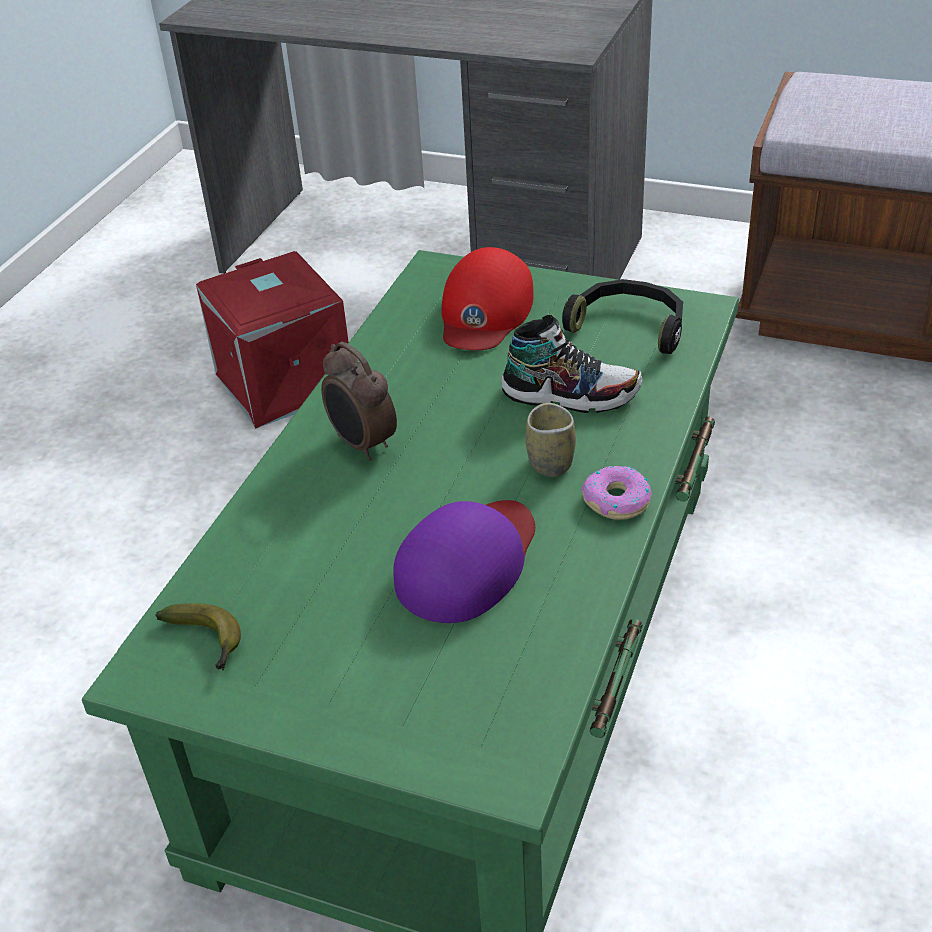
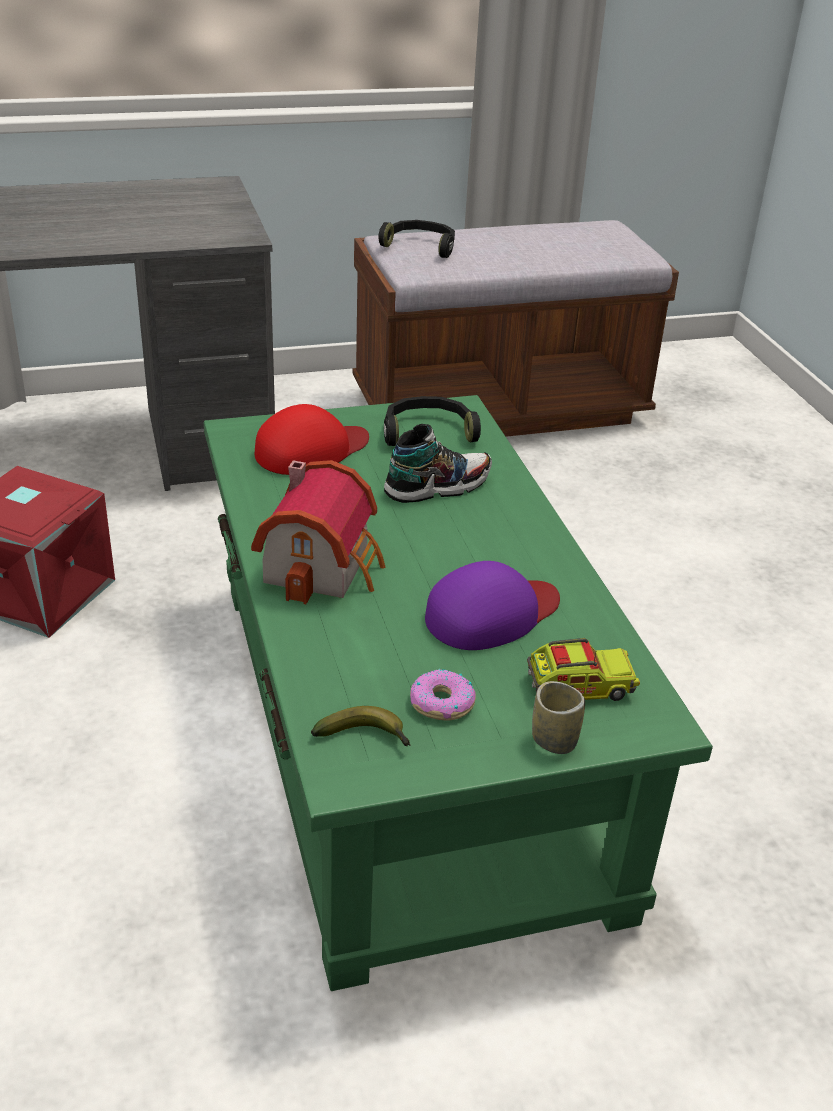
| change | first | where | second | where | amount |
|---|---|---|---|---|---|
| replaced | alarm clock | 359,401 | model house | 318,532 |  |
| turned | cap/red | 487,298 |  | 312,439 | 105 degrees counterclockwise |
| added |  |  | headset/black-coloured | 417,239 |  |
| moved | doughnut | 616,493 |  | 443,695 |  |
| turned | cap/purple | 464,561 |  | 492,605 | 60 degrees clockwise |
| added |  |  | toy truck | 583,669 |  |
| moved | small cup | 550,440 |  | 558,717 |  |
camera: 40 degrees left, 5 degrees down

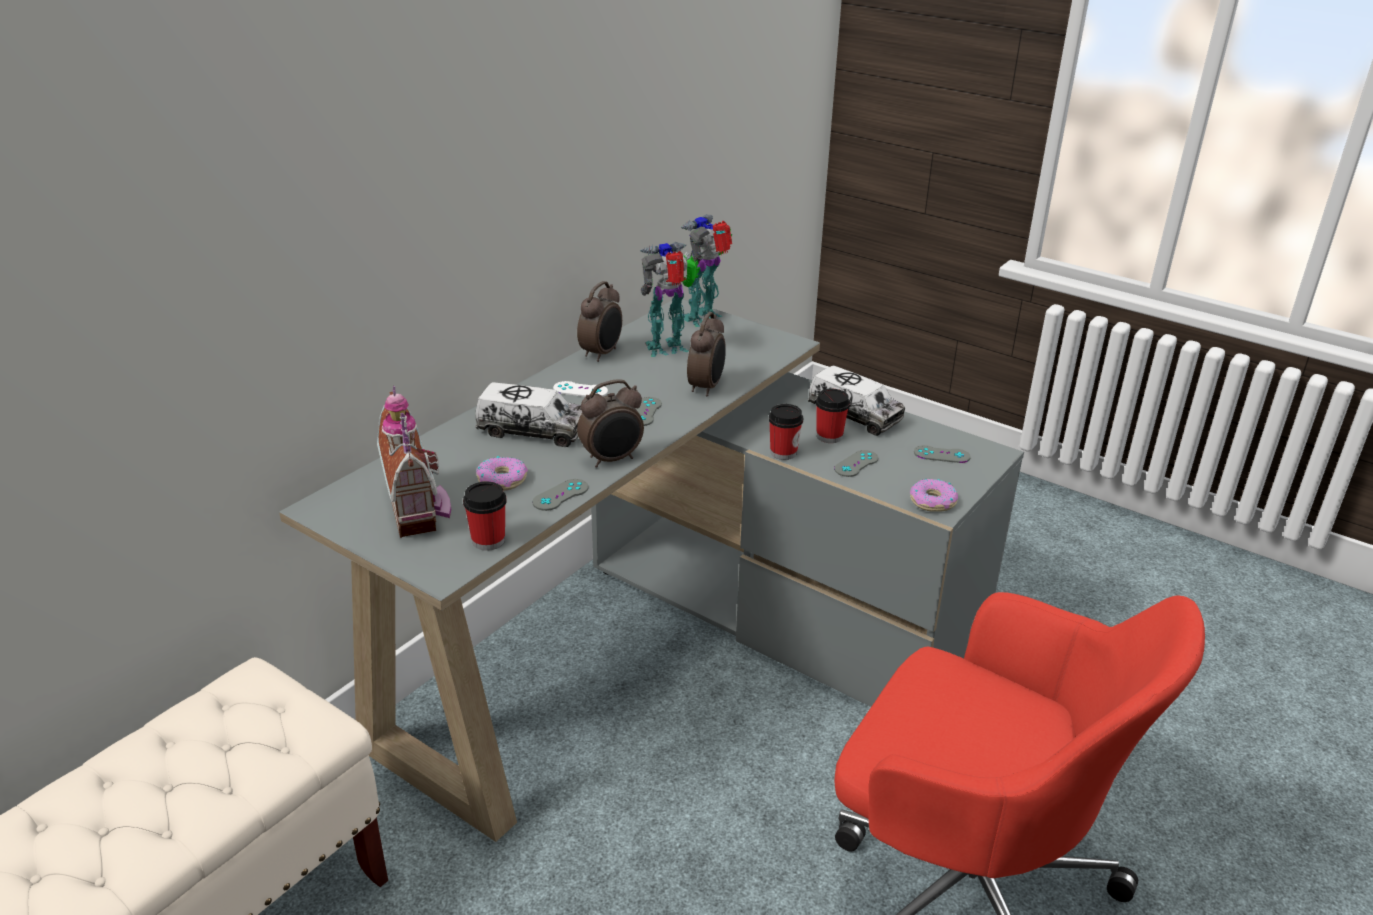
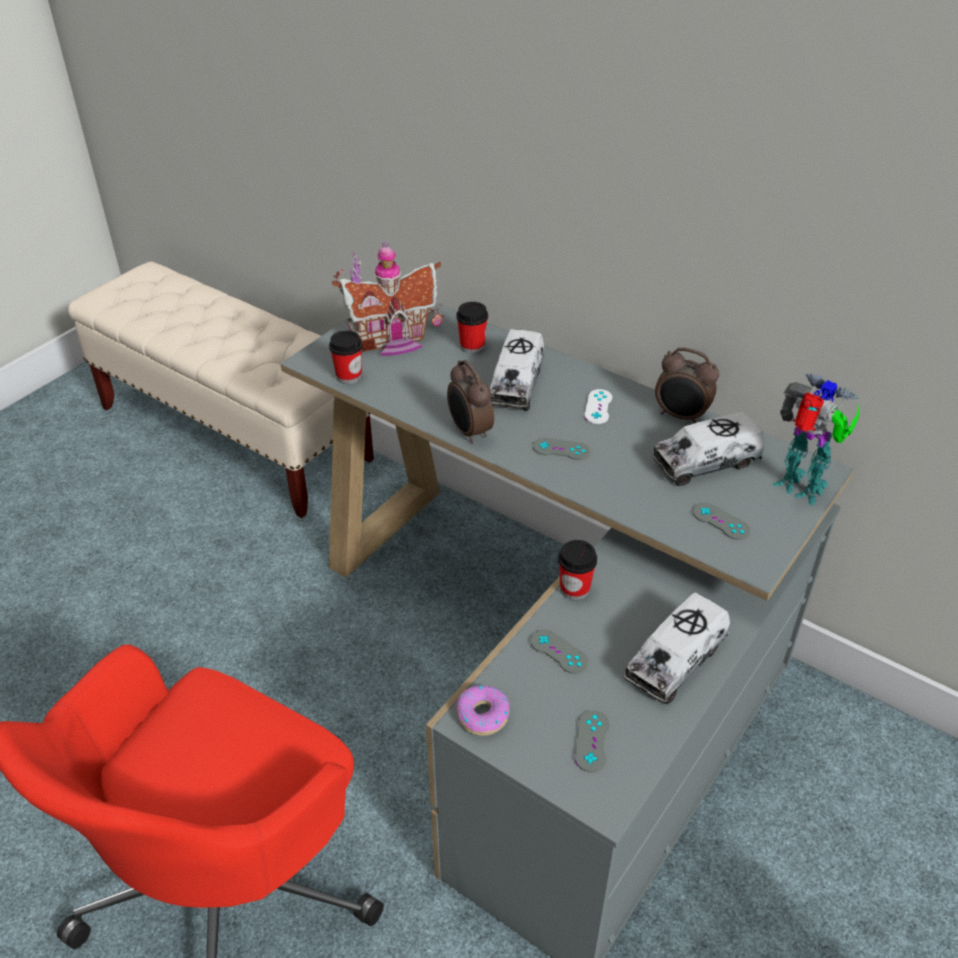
| change | first | where | second | where | amount |
|---|---|---|---|---|---|
| moved | small cup | 833,416 |  | 472,328 |  |
| replaced | robot figure | 670,299 | toy truck | 708,449 |  |
| moved | joypad/grey | 560,495 |  | 722,521 |  |
| removed | doughnut | 502,473 |  |  |  |
| removed | alarm clock | 706,354 |  |  |  |
camera: 90 degrees right, 10 degrees up

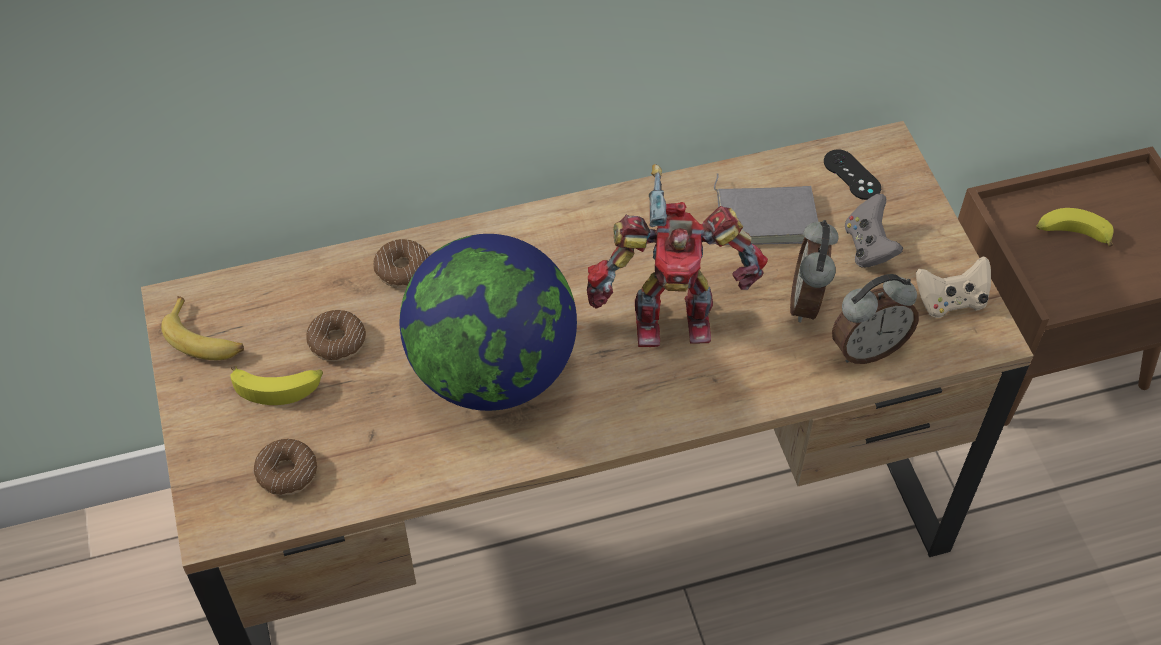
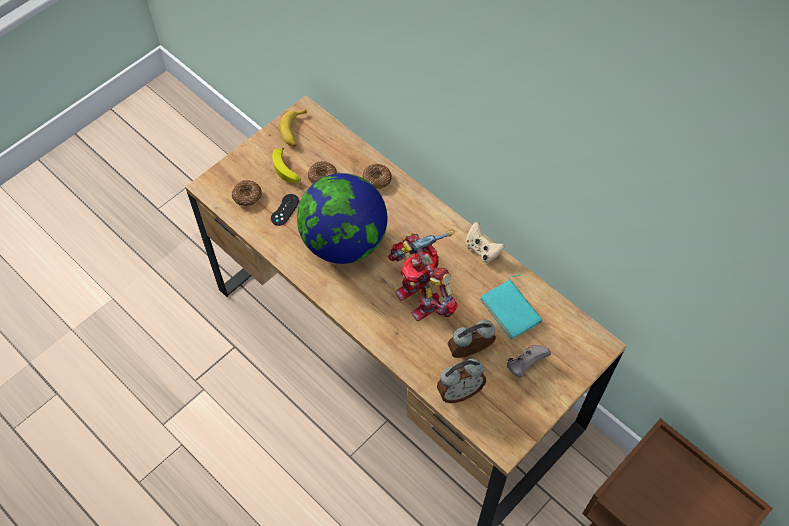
| change | first | where | second | where | amount |
|---|---|---|---|---|---|
| moved | joypad/black-coloured | 852,174 |  | 285,210 |  |
| turned | alarm clock | 875,319 |  | 461,381 | 60 degrees counterclockwise |
| moved | joypad/beige | 953,287 |  | 485,242 |  |
| recoloured | bound book/grey | 766,209 | bound book/turquoise-coloured | 511,307 |  |
| removed | whole banana | 1075,227 |  |  |  |
camera: 60 degrees right, 5 degrees up

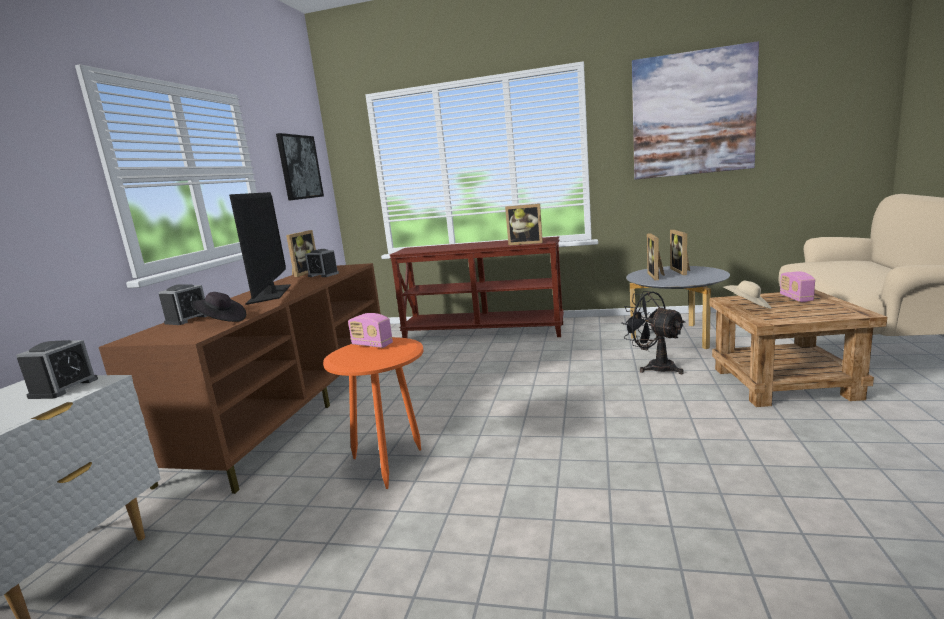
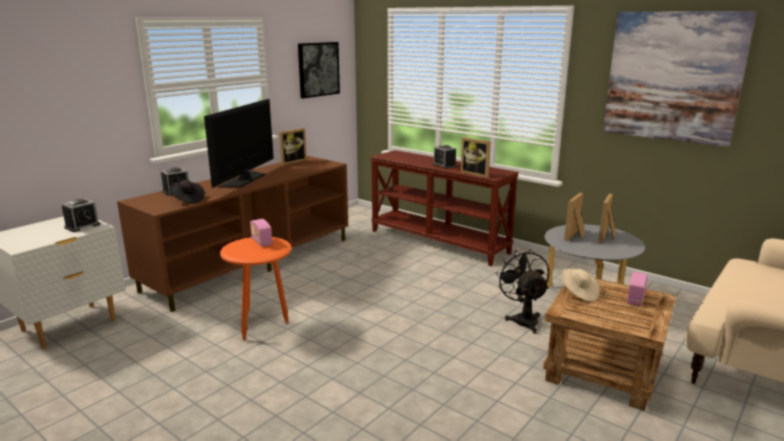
| change | first | where | second | where | amount |
|---|---|---|---|---|---|
| moved | alarm clock | 322,263 |  | 444,157 |  |
camera: 25 degrees right, 5 degrees up

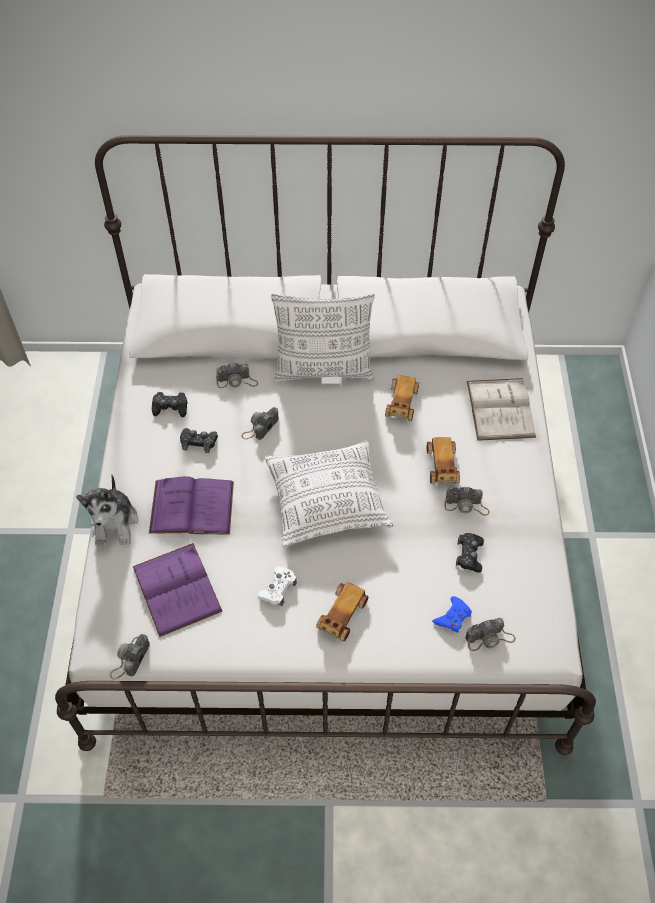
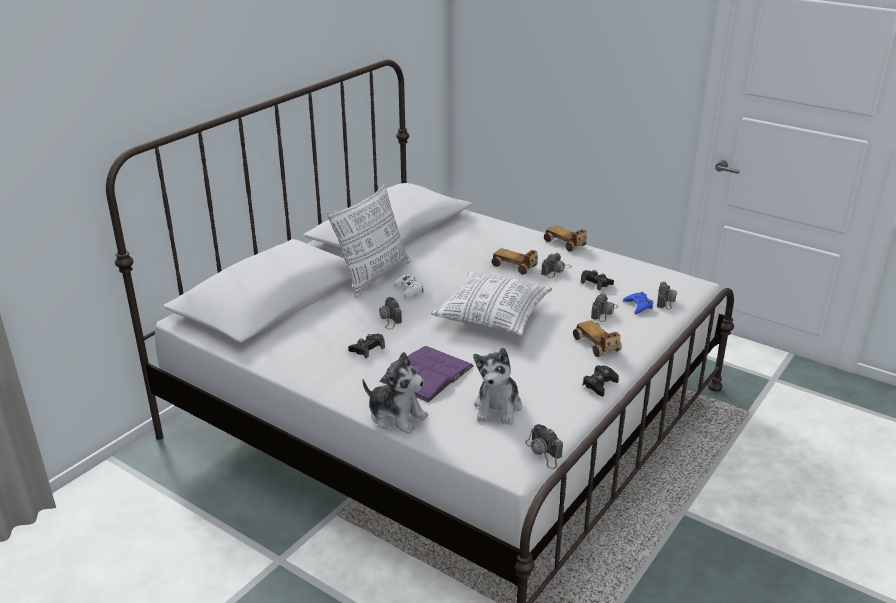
| change | first | where | second | where | amount |
|---|---|---|---|---|---|
| moved | joypad/whitish | 277,586 |  | 408,286 |  |
| replaced | bound book/purple | 178,590 | plush toy | 497,386 |  |
| moved | toy car | 402,398 |  | 565,238 |  |
| moved | joypad/black-coloured | 170,404 |  | 601,381 |  |
| moved | still camera | 237,375 |  | 604,307 |  |
| removed | bound book/whitish | 501,409 |  |  |  |
camera: 55 degrees left, 25 degrees down

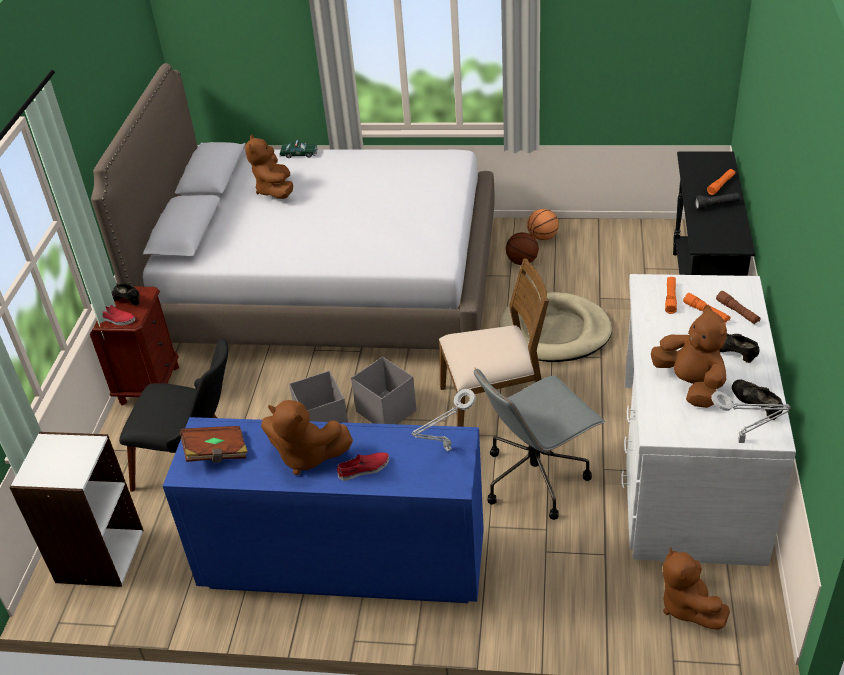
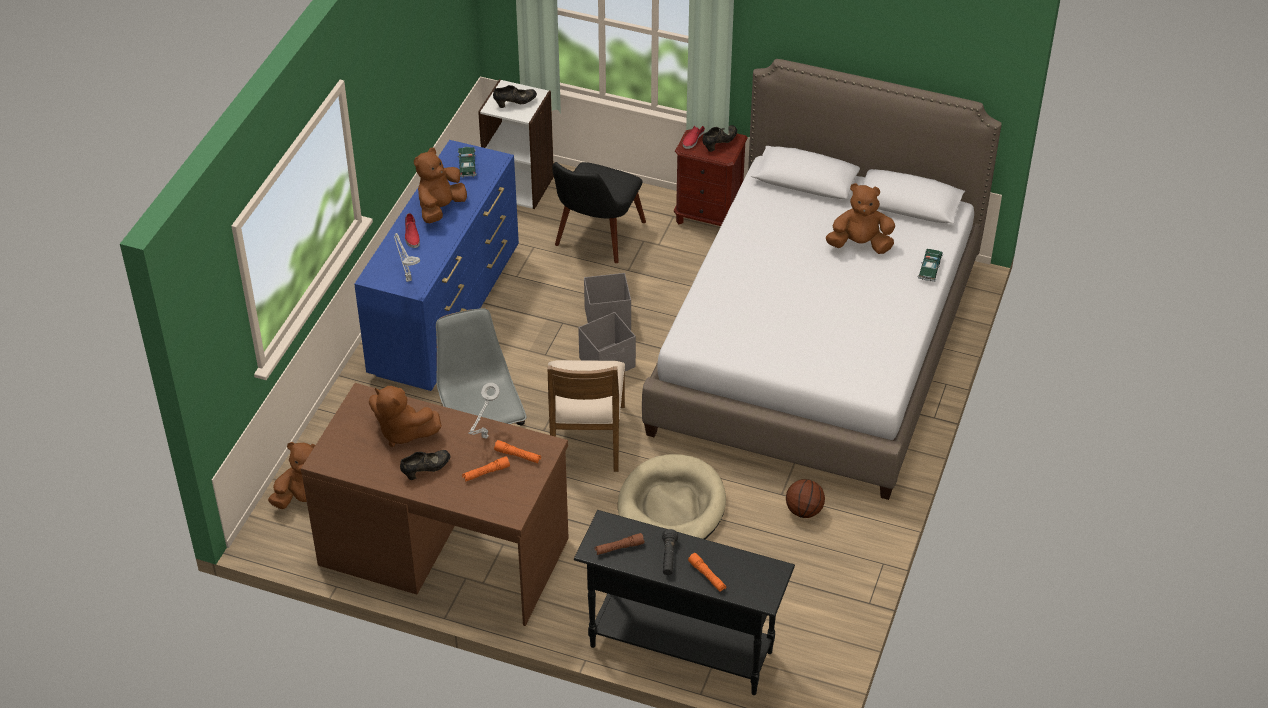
| change | first | where | second | where | amount |
|---|---|---|---|---|---|
| recoloured | desk/whitish | 708,420 | desk/brown-coloured | 435,504 |  |
| turned | plush toy/brown-coloured | 689,356 |  | 405,416 | 45 degrees clockwise |
| replaced | bound book/brown-coloured | 214,444 | toy car | 467,162 |  |
| moved | lamp for a table/grey | 751,417 |  | 484,411 |  |
| moved | low shoe/black-coloured | 758,400 |  | 515,96 |  |
| moved | torch/brown-coloured | 738,307 |  | 619,544 |  |
| removed | ball for basketball | 543,224 |  |  |  |
camera: 100 degrees right, 5 degrees up

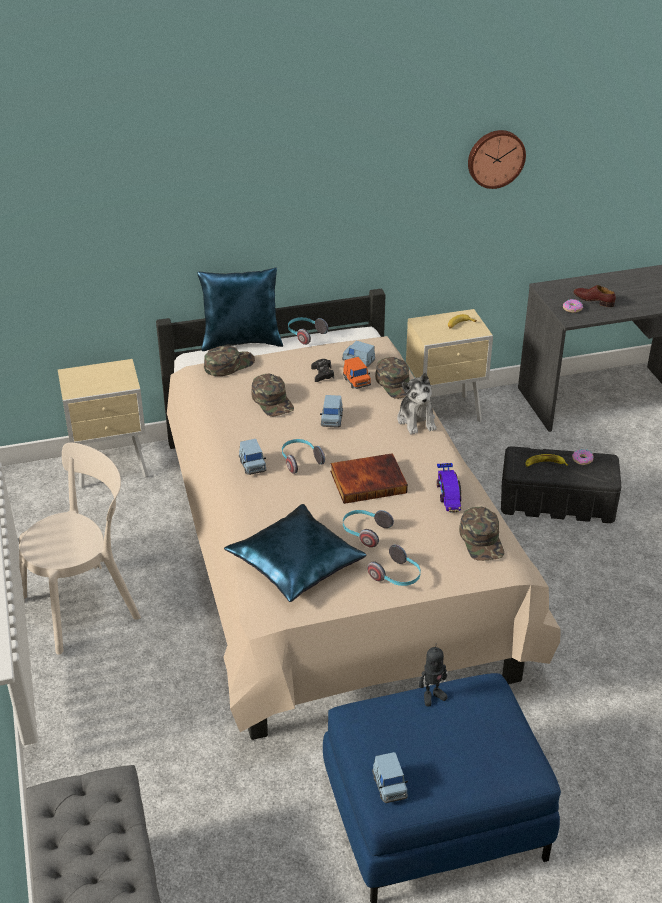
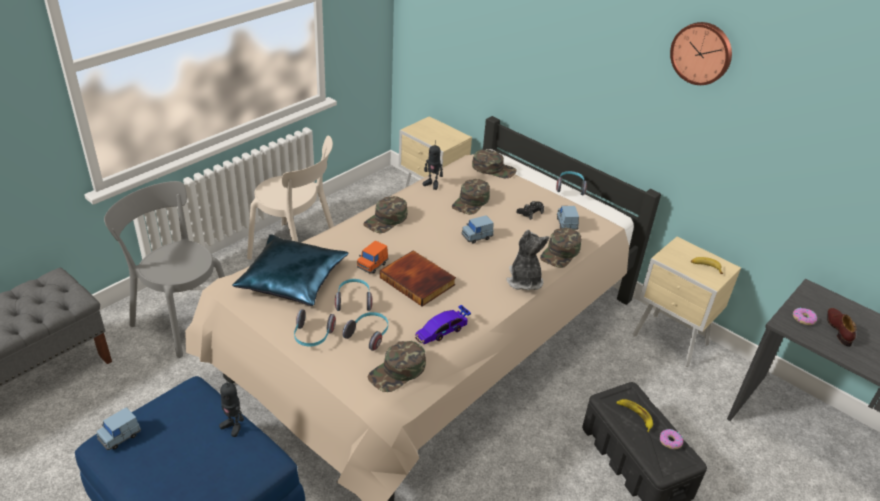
| change | first | where | second | where | amount |
|---|---|---|---|---|---|
| added |  |  | upright chair/grey | 164,269 |  |
| moved | headset | 303,456 |  | 365,331 |  |
| moved | toy car/orange-coloured | 357,373 |  | 372,257 |  |
| replaced | toy car/bluish | 253,457 | cap/green-coloured | 385,214 |  |
| added |  |  | robot figure | 433,165 |  |
| turned | plush toy | 417,404 |  | 527,260 | 135 degrees clockwise |
| moved | clock on the wall | 497,159 |  | 701,53 |  |
| removed | cushion/bluish | 240,309 |  |  |  |
camera: 55 degrees right, 0 degrees up

